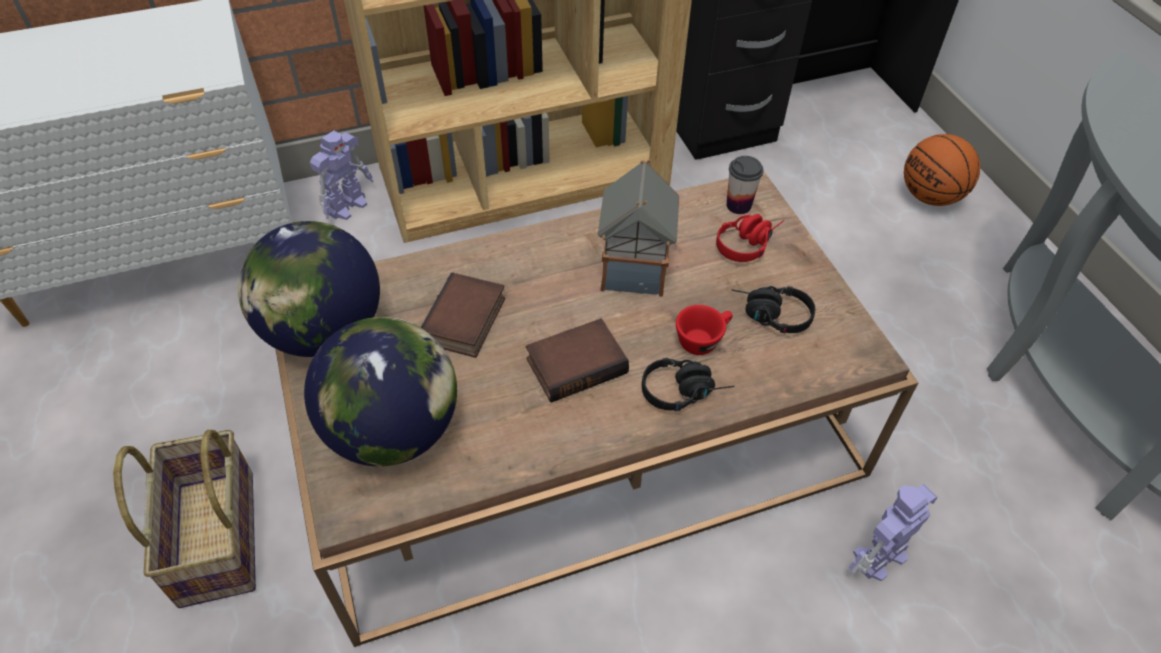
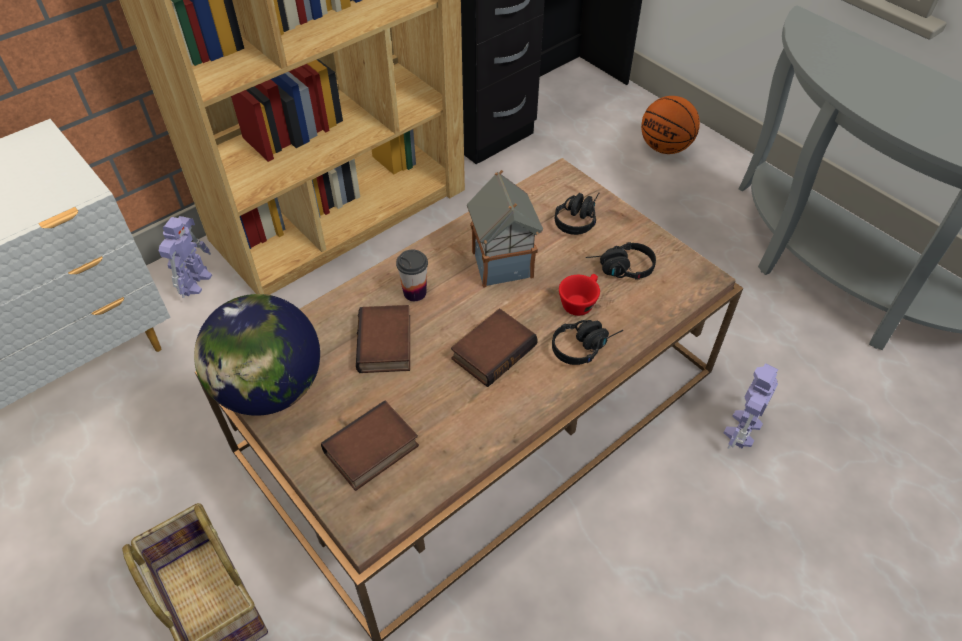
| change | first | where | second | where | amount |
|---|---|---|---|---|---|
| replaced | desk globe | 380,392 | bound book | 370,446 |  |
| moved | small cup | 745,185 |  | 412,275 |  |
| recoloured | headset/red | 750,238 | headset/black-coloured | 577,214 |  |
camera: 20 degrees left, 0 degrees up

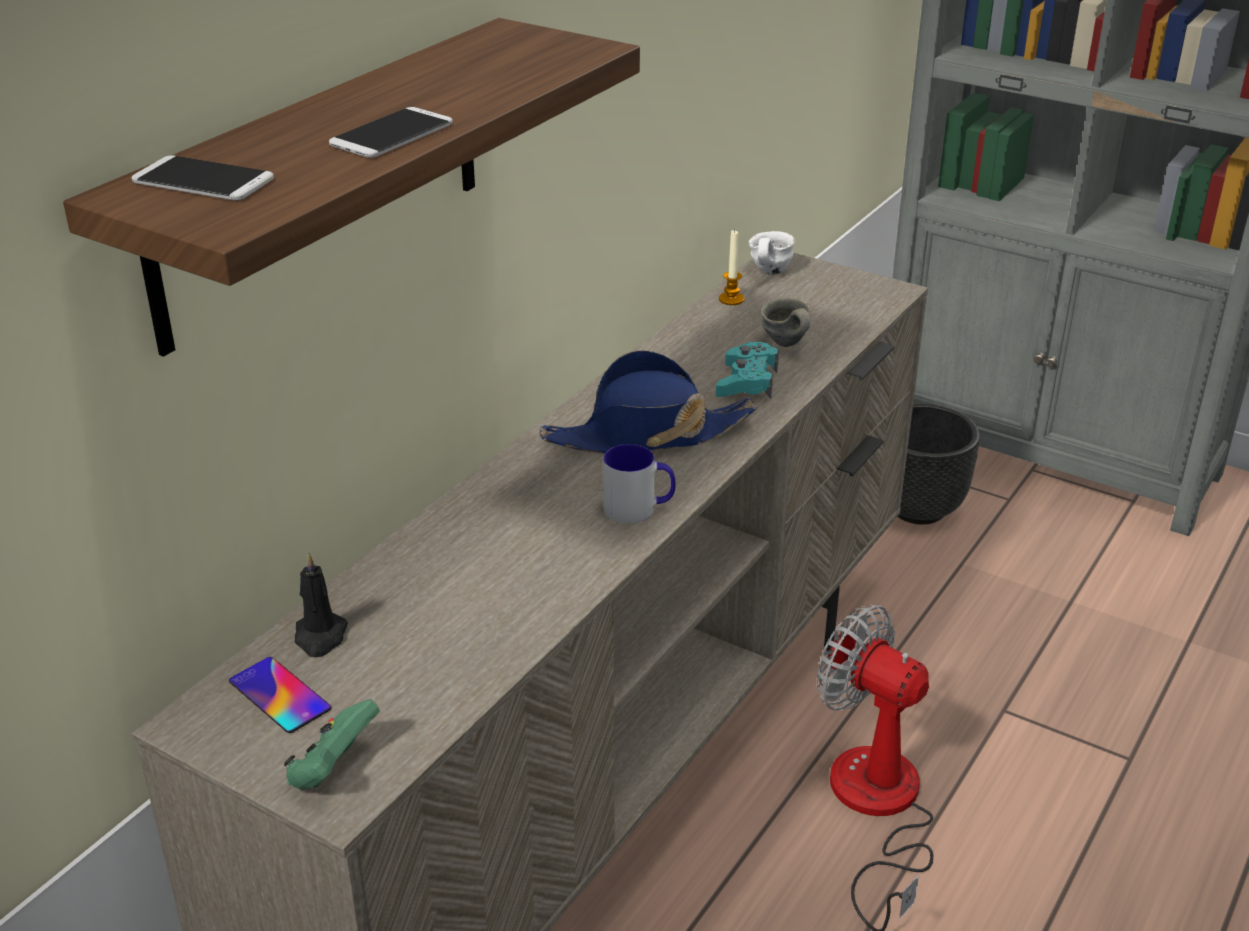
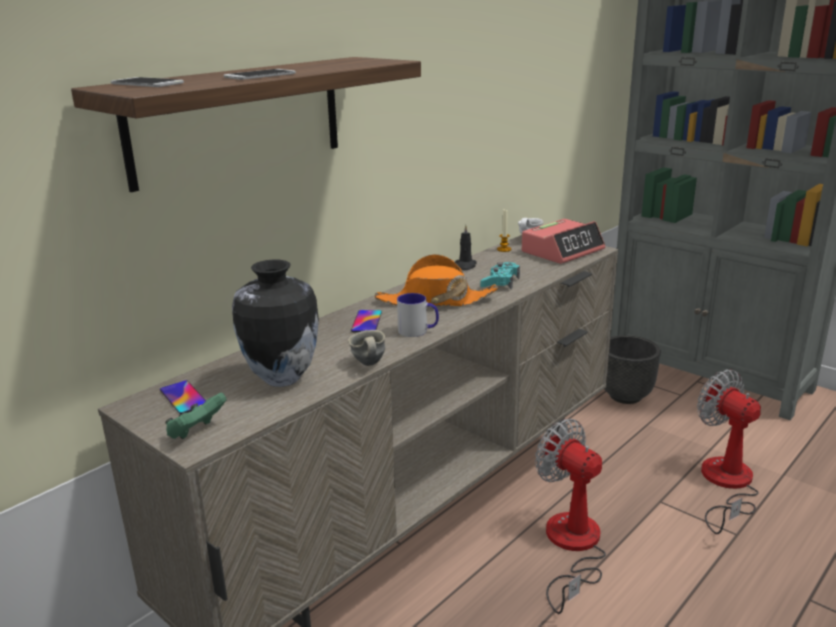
| change | first | where | second | where | amount |
|---|---|---|---|---|---|
| added |  |  | flower vase | 275,323 |  |
| moved | tea mug/grey | 785,322 |  | 366,348 |  |
| added |  |  | telephone | 366,321 |  |
| recoloured | hat/bluish | 648,402 | hat/orange-coloured | 436,280 |  |
| moved | wax candle/black-coloured | 321,605 |  | 466,247 |  |
| added |  |  | alarm clock | 563,241 |  |
| added |  |  | cooling fan | 729,452 |  |
camera: 10 degrees right, 10 degrees down

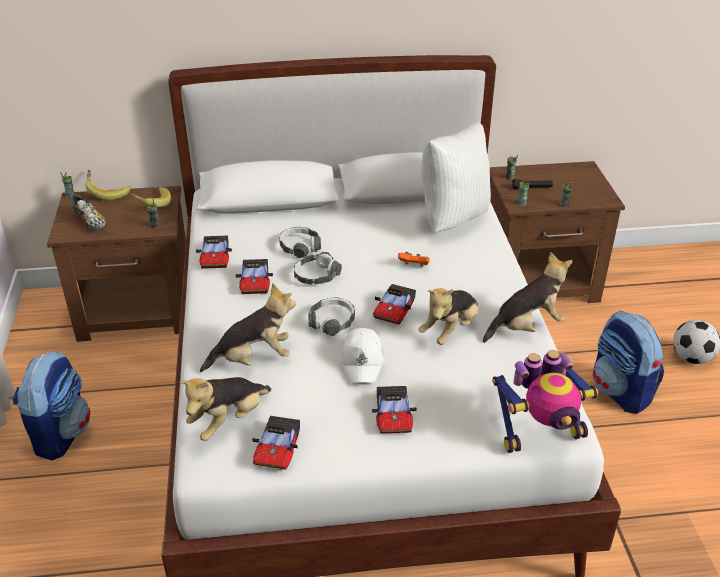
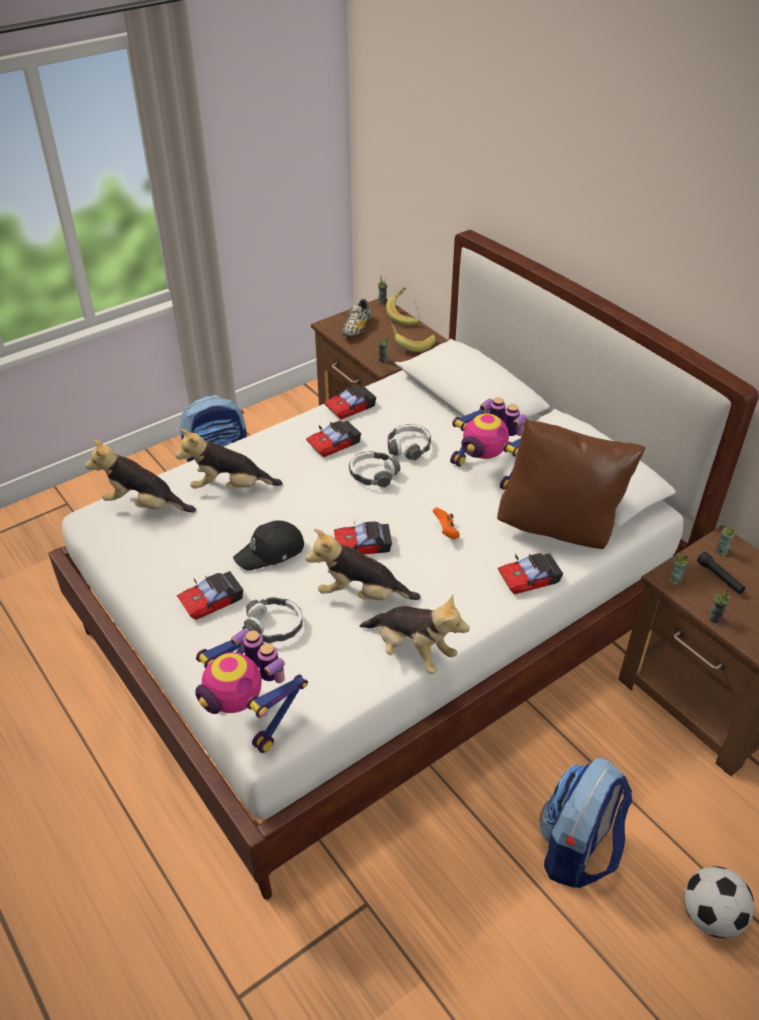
| change | first | where | second | where | amount |
|---|---|---|---|---|---|
| turned | plush toy | 248,327 |  | 229,459 | 135 degrees clockwise |
| recoloured | cap/whitish | 362,355 | cap/black-coloured | 268,545 |  |
| moved | headset | 331,316 |  | 272,620 |  |
| added |  |  | robot figure | 488,444 |  |
| recoloured | cushion/whitish | 456,177 | cushion/brown-coloured | 571,484 |  |
| moved | toy car | 276,443 |  | 530,573 |  |
camera: 60 degrees right, 5 degrees up

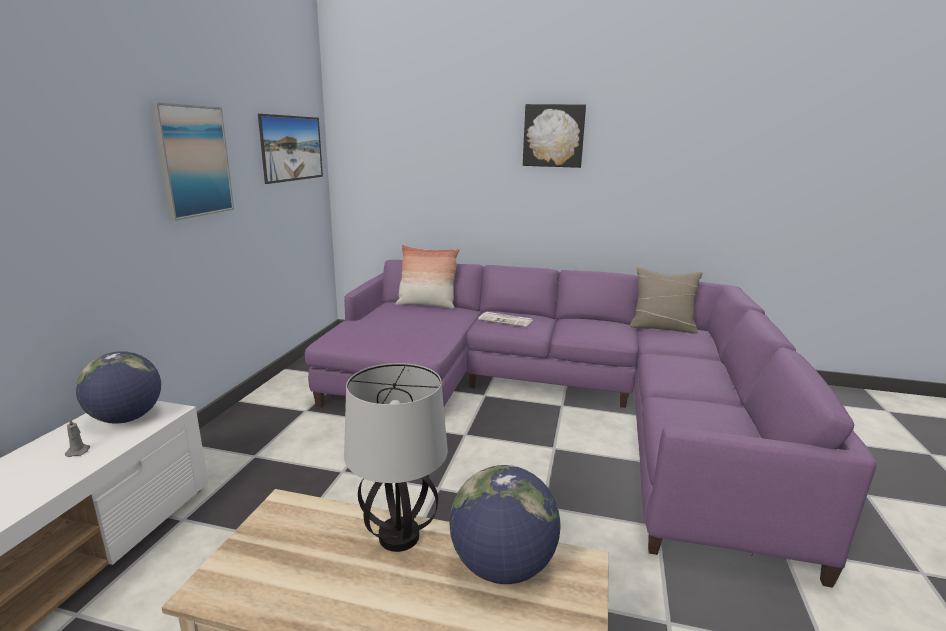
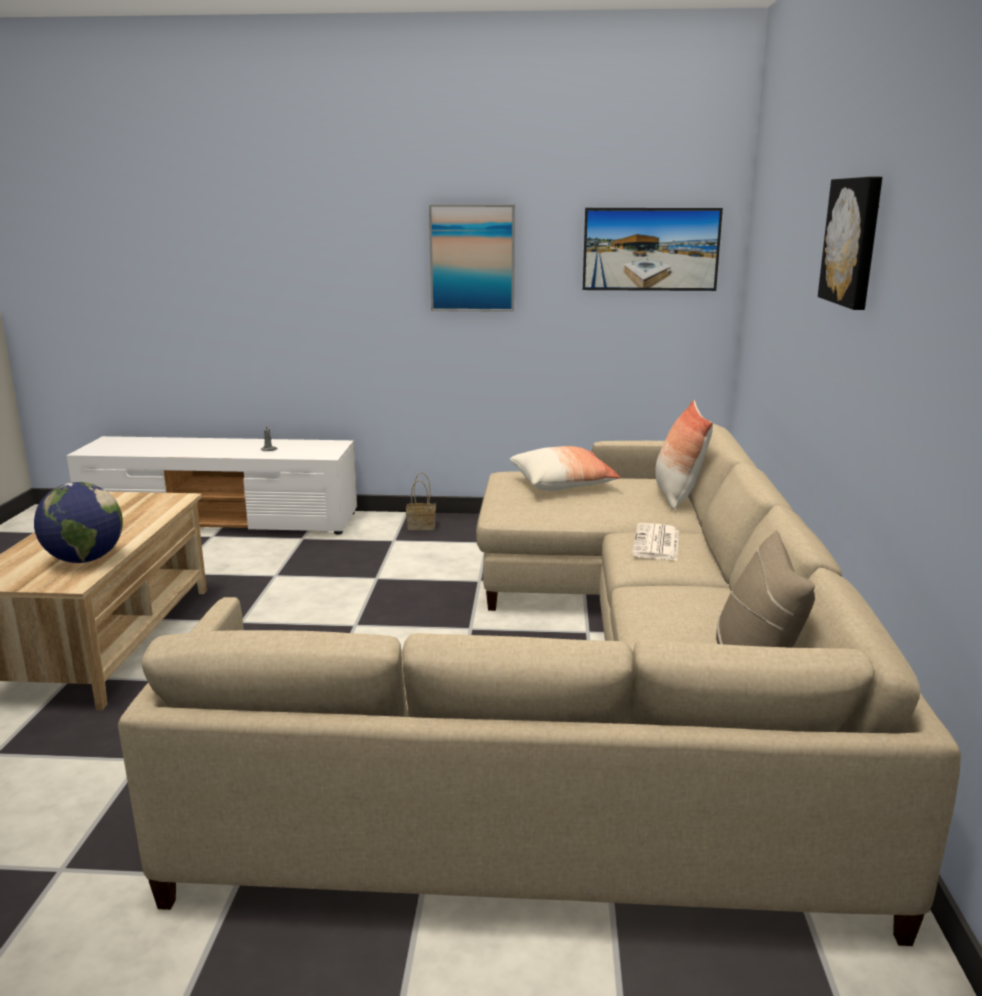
| change | first | where | second | where | amount |
|---|---|---|---|---|---|
| recoloured | sofa/purple | 591,424 | sofa/beige | 539,685 |  |
| added |  |  | household basket | 421,501 |  |
| added |  |  | cushion | 565,468 |  |
| removed | desk globe | 118,387 |  |  |  |
| removed | lamp for a table | 396,457 |  |  |  |
camera: 80 degrees right, 0 degrees up

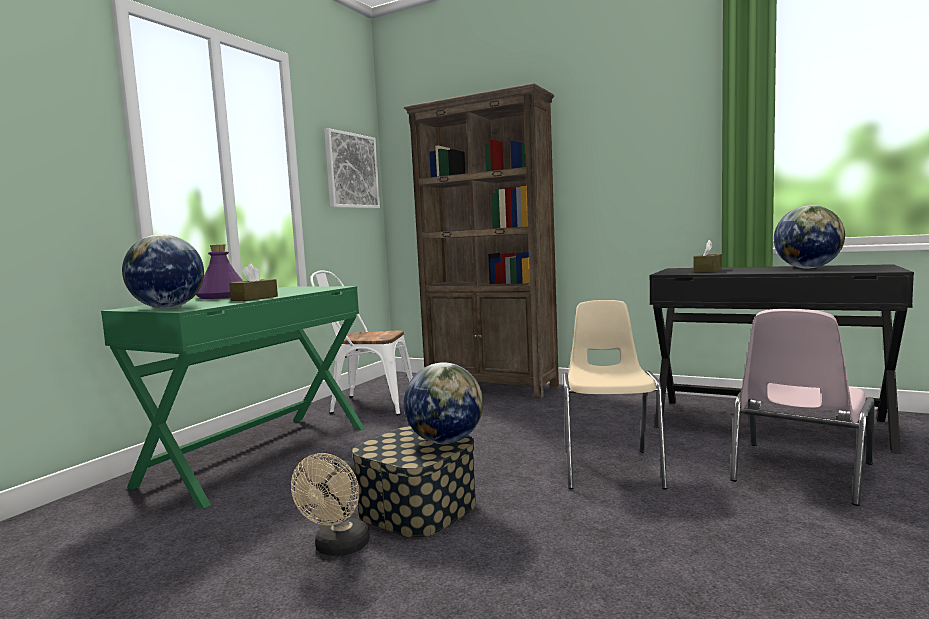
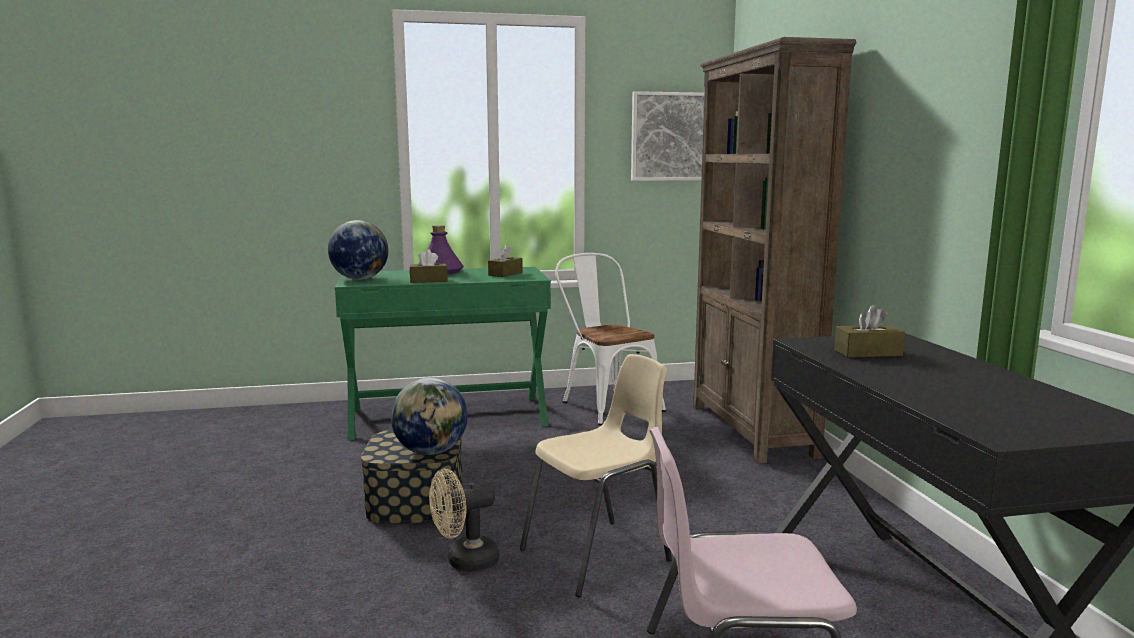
| change | first | where | second | where | amount |
|---|---|---|---|---|---|
| moved | cooling fan/beige | 330,504 |  | 464,520 |  |
| added |  |  | box of tissues/brown-coloured | 505,261 |  |
| removed | desk globe | 809,237 |  |  |  |
camera: 50 degrees right, 5 degrees up

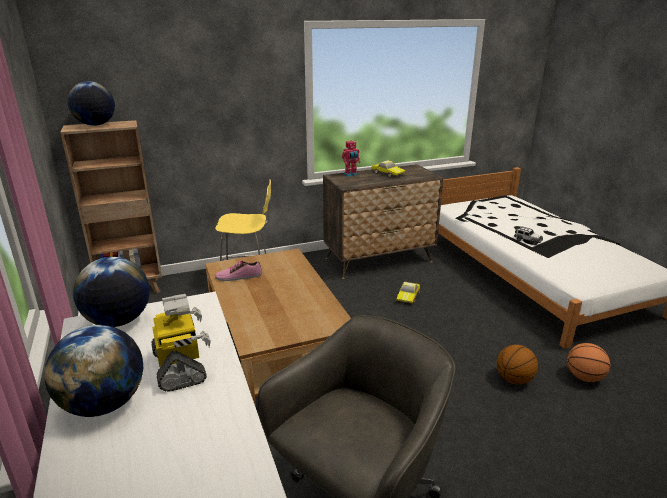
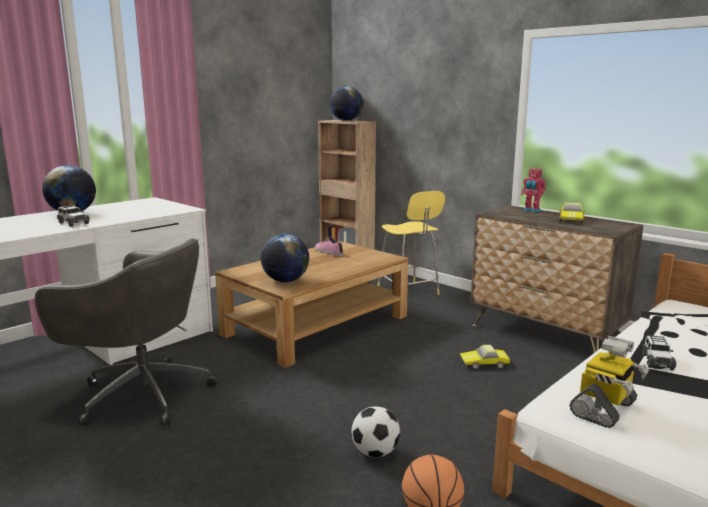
| change | first | where | second | where | amount |
|---|---|---|---|---|---|
| added |  |  | toy car | 73,216 |  |
| moved | desk globe | 111,292 |  | 285,258 |  |
| replaced | ball for basketball | 517,365 | football ball | 375,431 |  |
| moved | robot figure | 181,343 |  | 609,382 |  |
camera: 65 degrees right, 10 degrees down

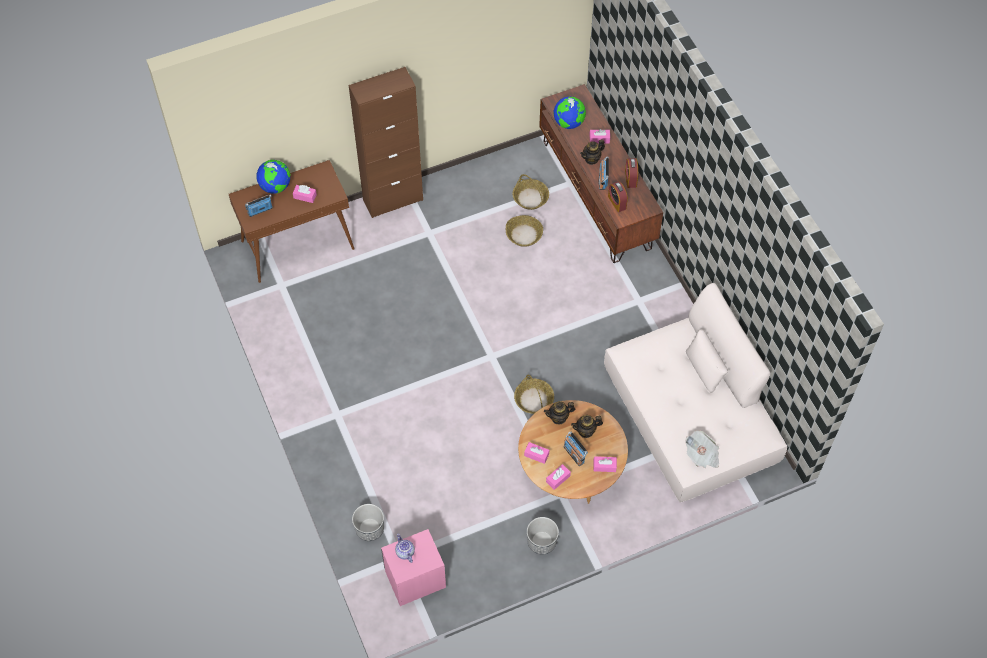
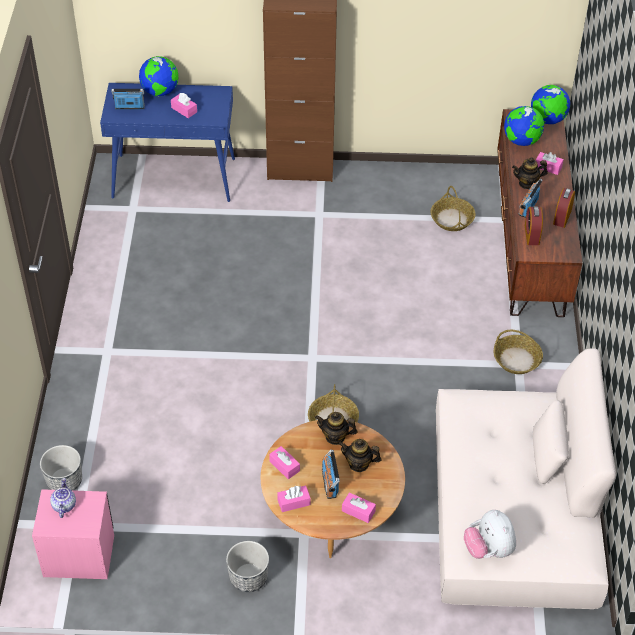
| change | first | where | second | where | amount |
|---|---|---|---|---|---|
| recoloured | narrow table/brown-coloured | 292,221 | narrow table/bluish | 167,142 |  |
| replaced | printed paper | 702,449 | plush toy | 490,534 |  |
| moved | household basket | 524,231 |  | 518,352 |  |
| added |  |  | desk globe | 550,104 |  |
camera: 25 degrees right, 10 degrees down

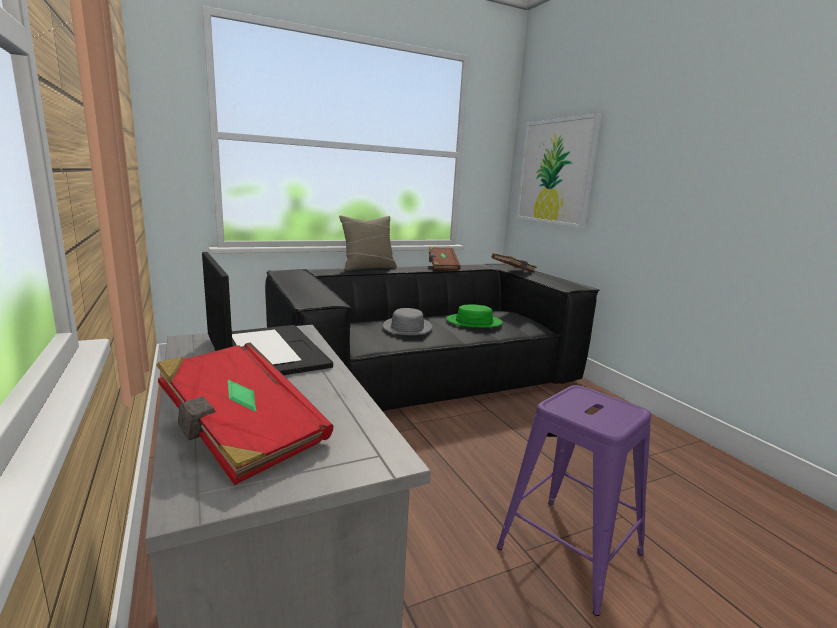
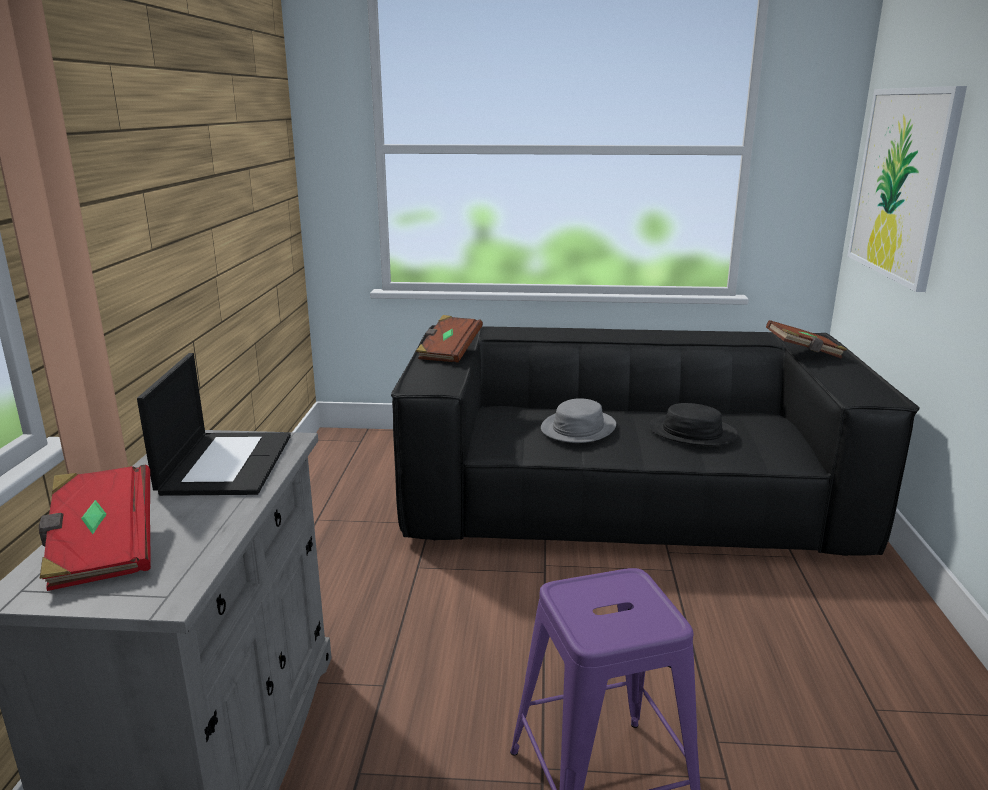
| change | first | where | second | where | amount |
|---|---|---|---|---|---|
| moved | bound book/brown-coloured | 445,258 |  | 449,339 |  |
| recoloured | hat/green-coloured | 475,316 | hat/black-coloured | 693,424 |  |
| removed | cushion/beige | 368,243 |  |  |  |
camera: 30 degrees right, 5 degrees up

